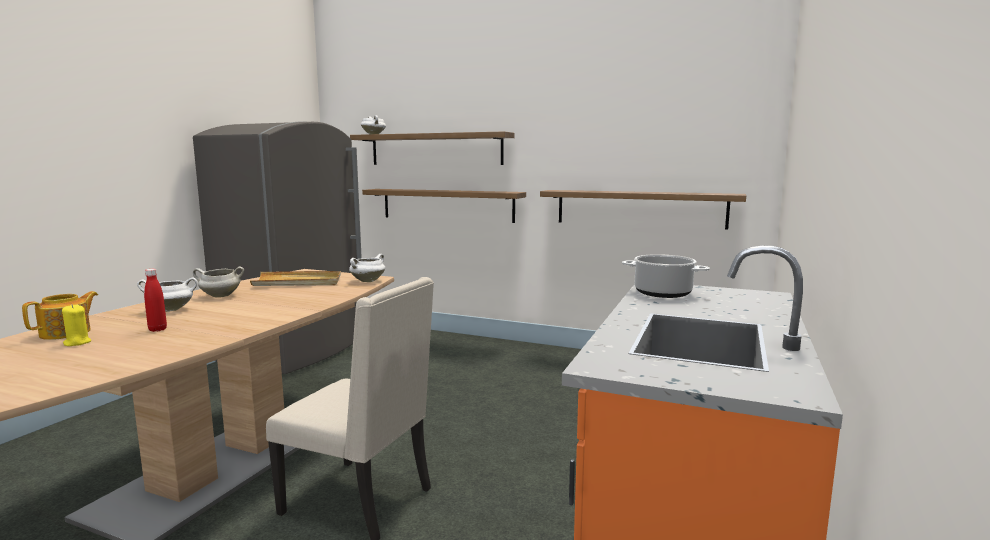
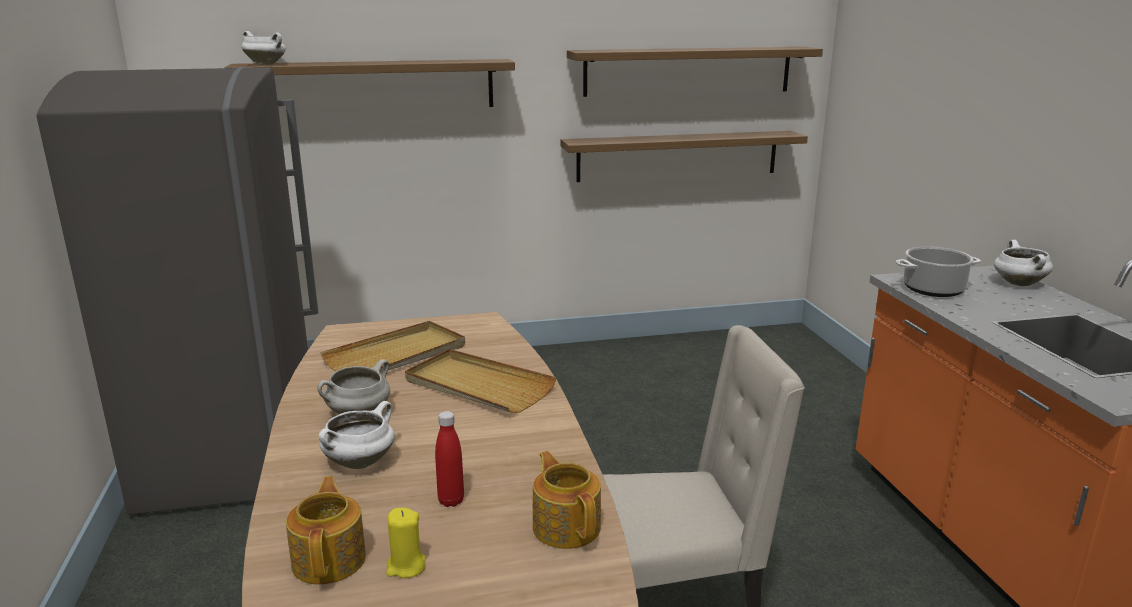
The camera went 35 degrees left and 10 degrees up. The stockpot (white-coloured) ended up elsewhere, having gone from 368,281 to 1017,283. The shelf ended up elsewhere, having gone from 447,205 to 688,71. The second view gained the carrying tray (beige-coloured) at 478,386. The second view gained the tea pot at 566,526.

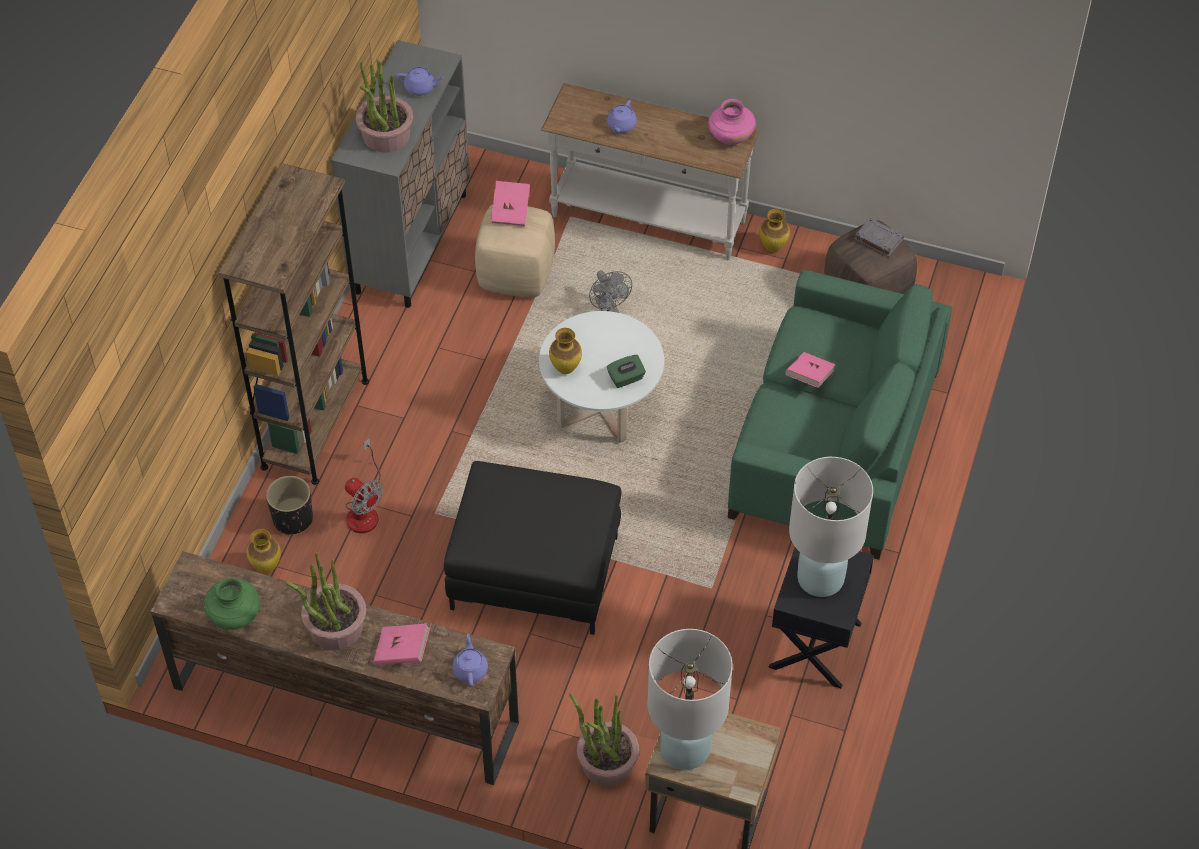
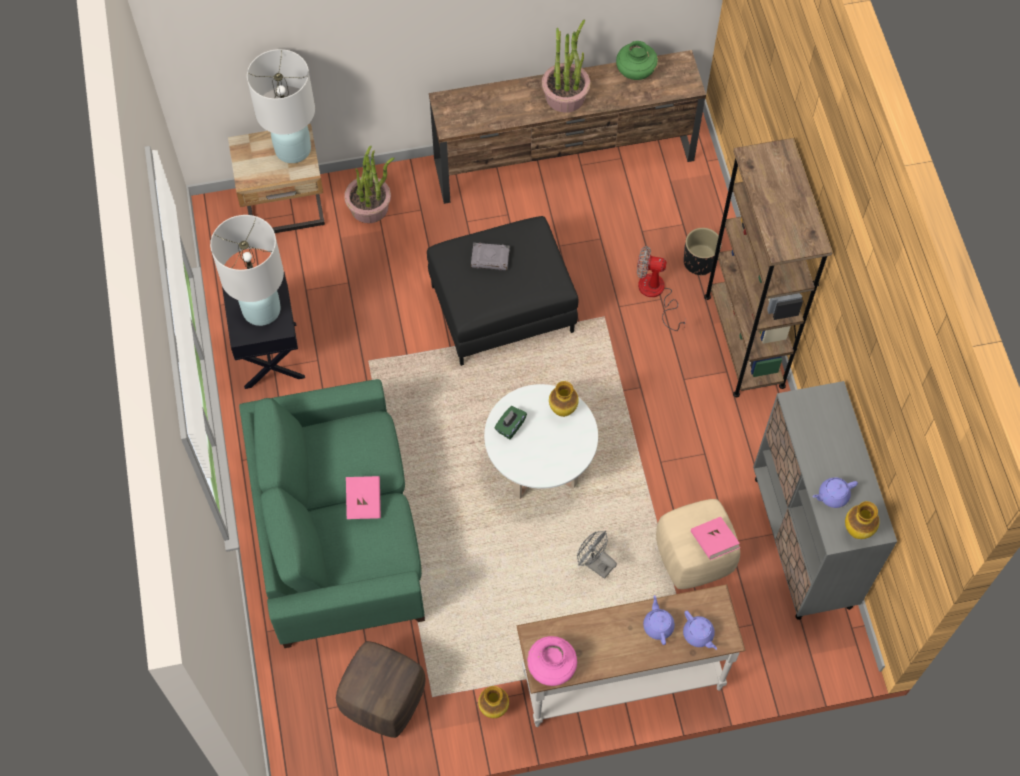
The camera went 150 degrees right and 10 degrees up. The decorative vase ended up elsewhere, having gone from 266,567 to 857,530. The second view lost the houseplant at 386,135. The second view lost the volume (pinkish) at 402,652. The tea pot (purple-coloured) ended up elsewhere, having gone from 470,669 to 698,635. The volume (greyish) ended up elsewhere, having gone from 878,239 to 490,258.

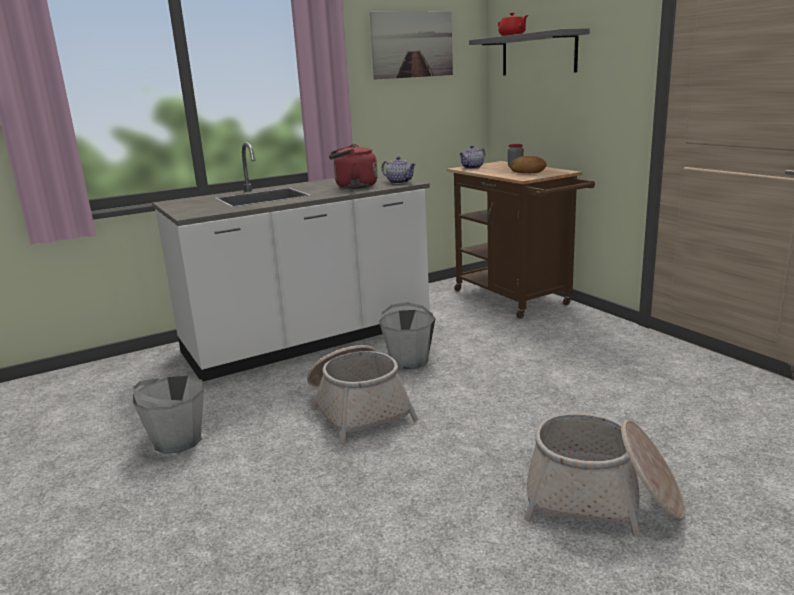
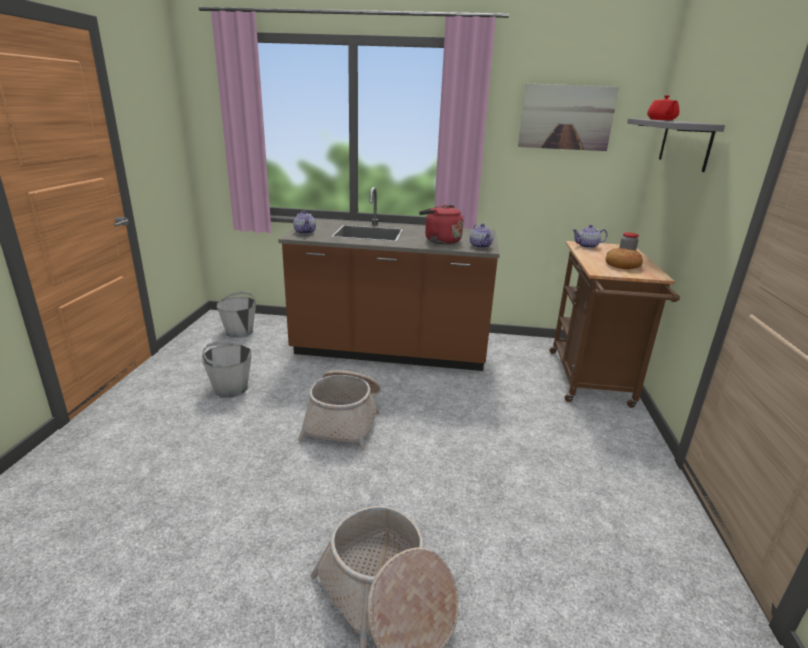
The camera went 35 degrees right and 5 degrees up. What was the counter (white-coloured) at 308,340 turned into the counter (brown-coloured) at 390,350. The bucket (greyish) ended up elsewhere, having gone from 409,361 to 240,332. The second view gained the tea pot at 305,232.

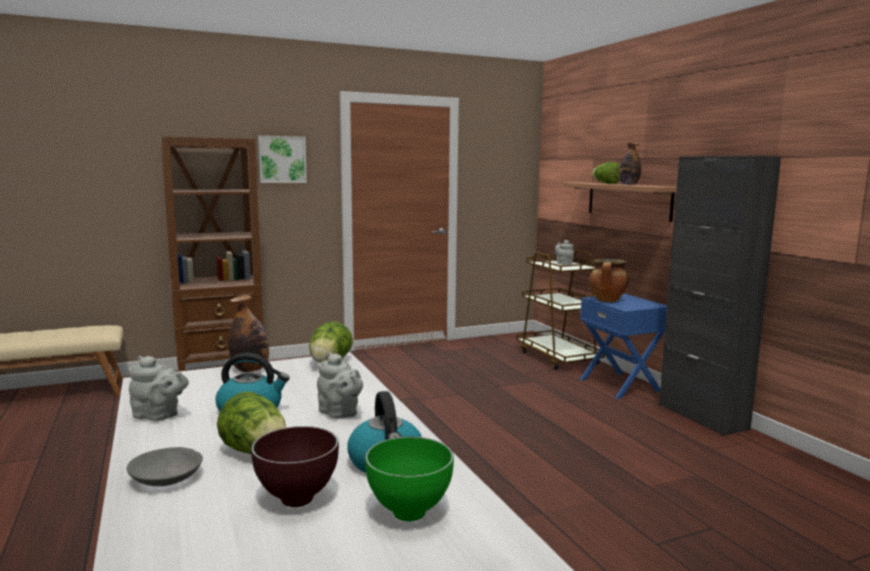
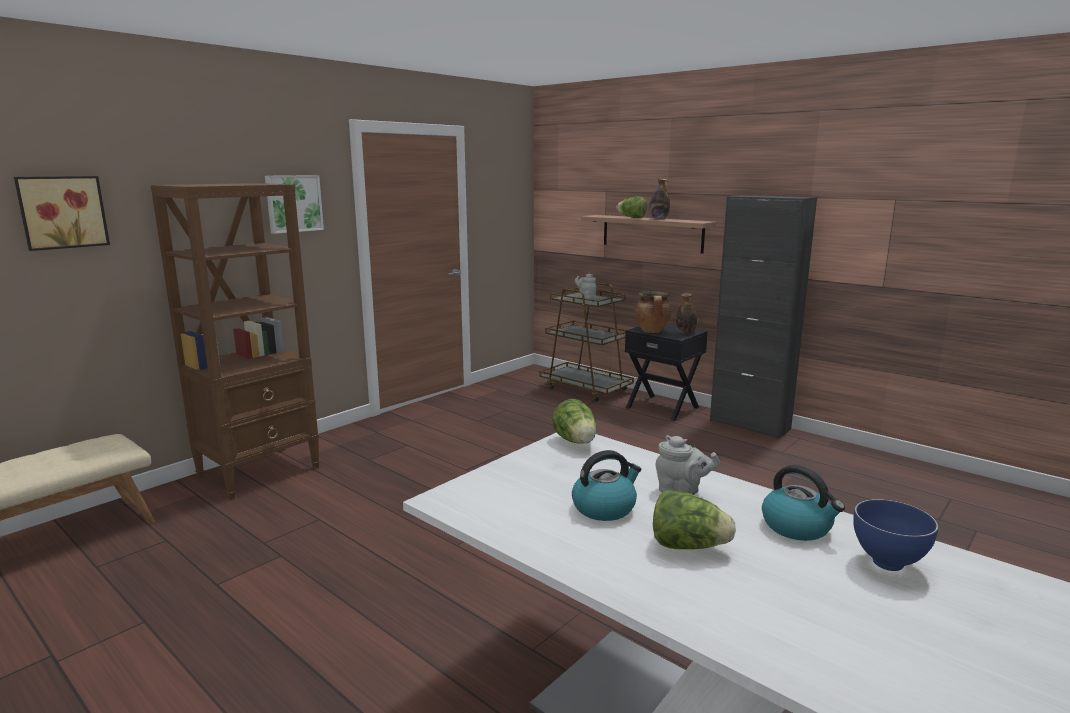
The camera went 25 degrees left and 5 degrees up. The second view lost the deep dish (greyish) at 167,478. The second view lost the tea pot (greyish) at 159,416. The beverage bottle ended up elsewhere, having gone from 250,370 to 686,333. The second view lost the deep dish (brown-coloured) at 298,499. What was the deep dish (greenish) at 407,513 turned into the deep dish (blue) at 885,564. What was the night table (blue) at 620,385 turned into the night table (black-coloured) at 662,407. The second view gained the wall picture at 62,212.

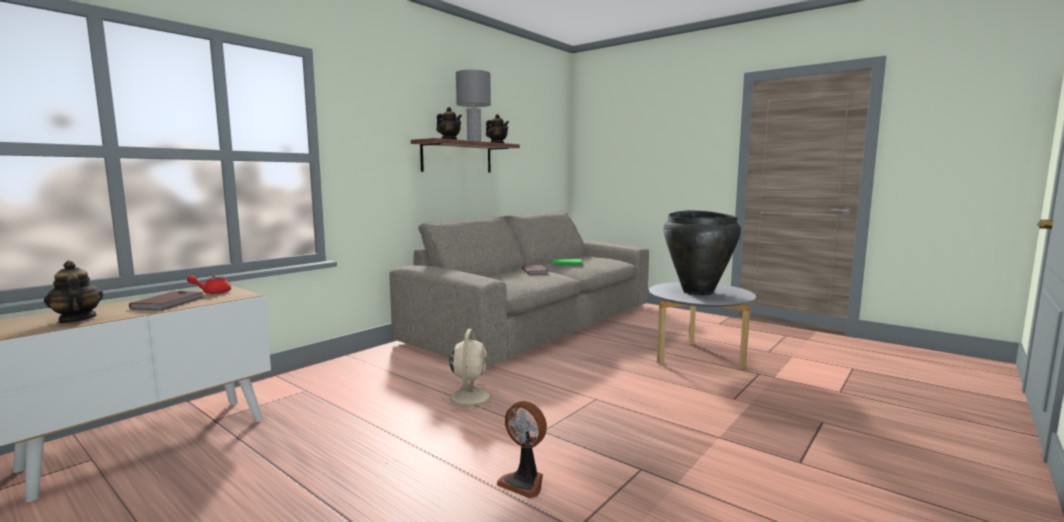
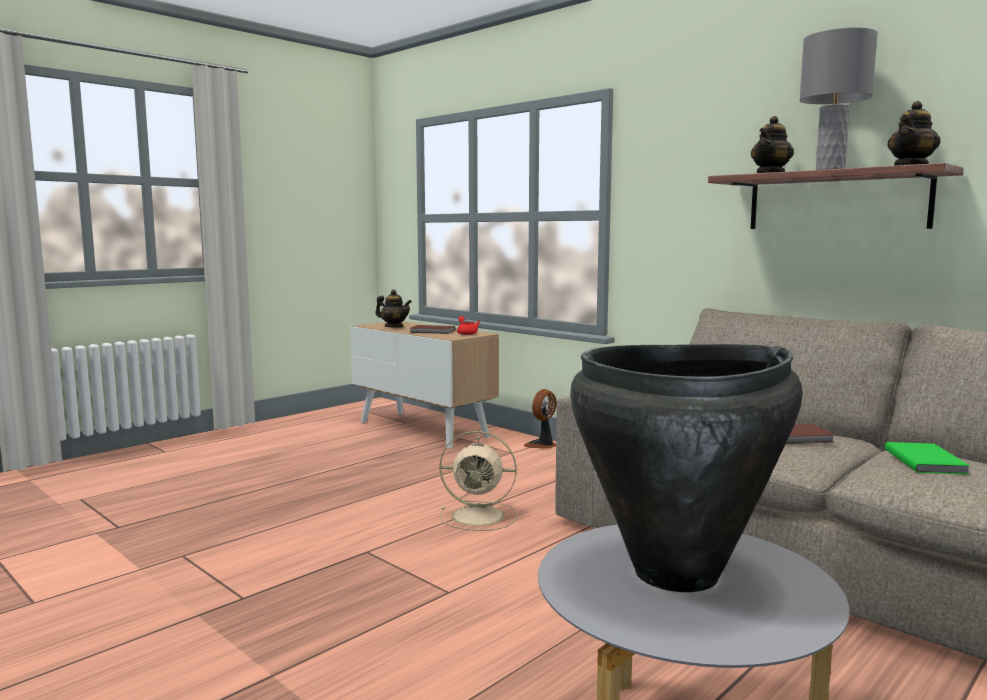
The camera went 95 degrees right and 0 degrees up. The tea pot at 77,319 ended up facing another way, 60 degrees clockwise from before. The fan ended up elsewhere, having gone from 524,482 to 542,445.

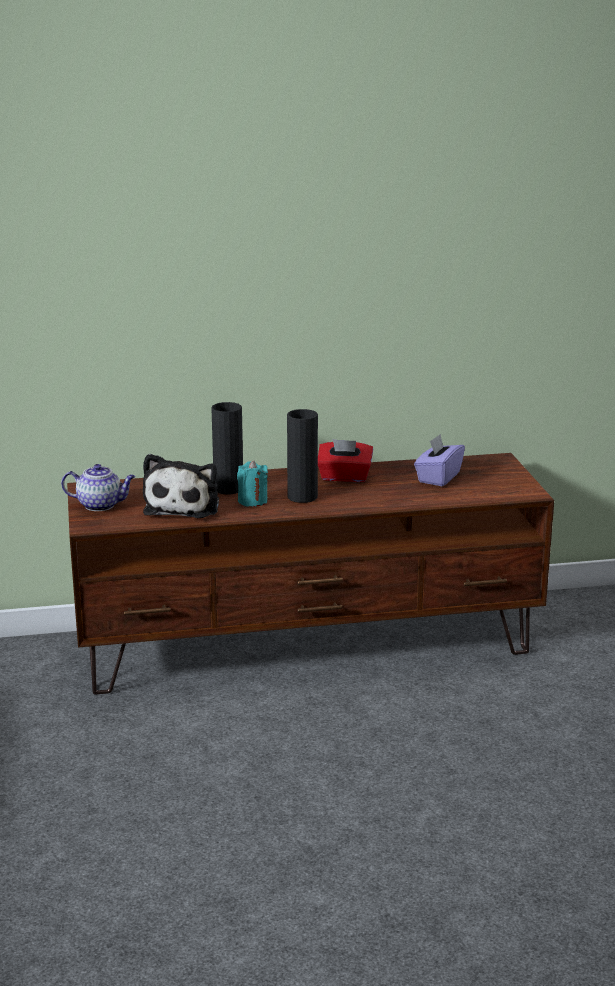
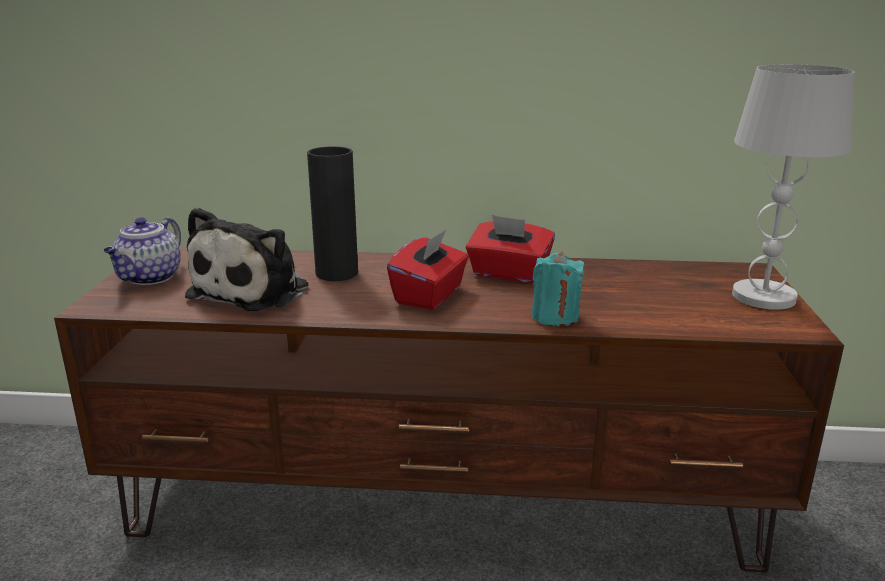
The camera went 15 degrees right and 0 degrees up. The tea pot at 101,505 ended up facing another way, 90 degrees clockwise from before. The candle (turquoise-coloured) ended up elsewhere, having gone from 252,501 to 555,317. Where the decorative vase (black-coloured) stood at 302,497, the box of tissues (red) came to stand at 430,295. The second view lost the box of tissues (purple-coloured) at 438,477. The second view gained the table lamp (white-coloured) at 763,297.

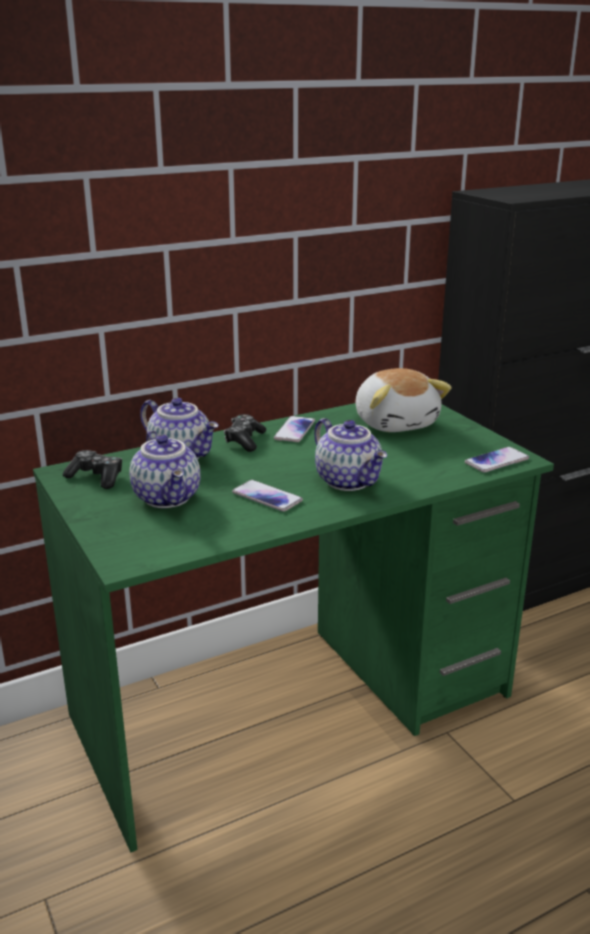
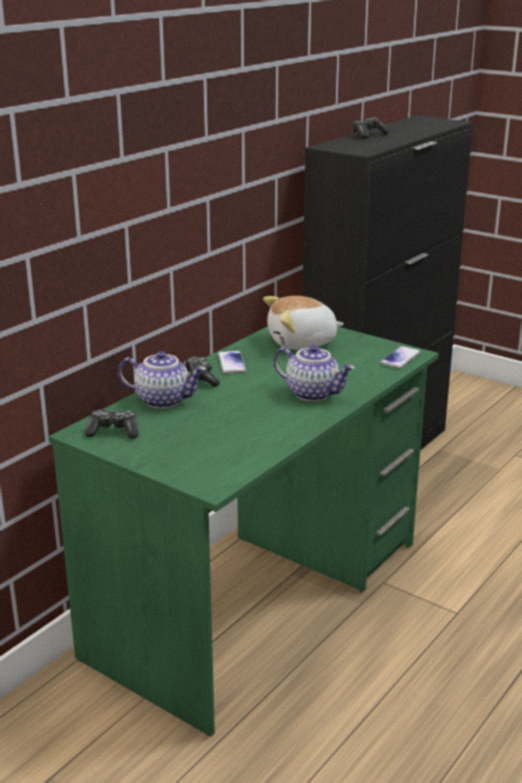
The camera went 25 degrees left and 0 degrees up. The second view lost the tea pot at 169,498. The second view lost the handset at 267,497. The cuddly toy at 396,423 ended up facing another way, 120 degrees clockwise from before. The second view gained the gamepad at 368,135.

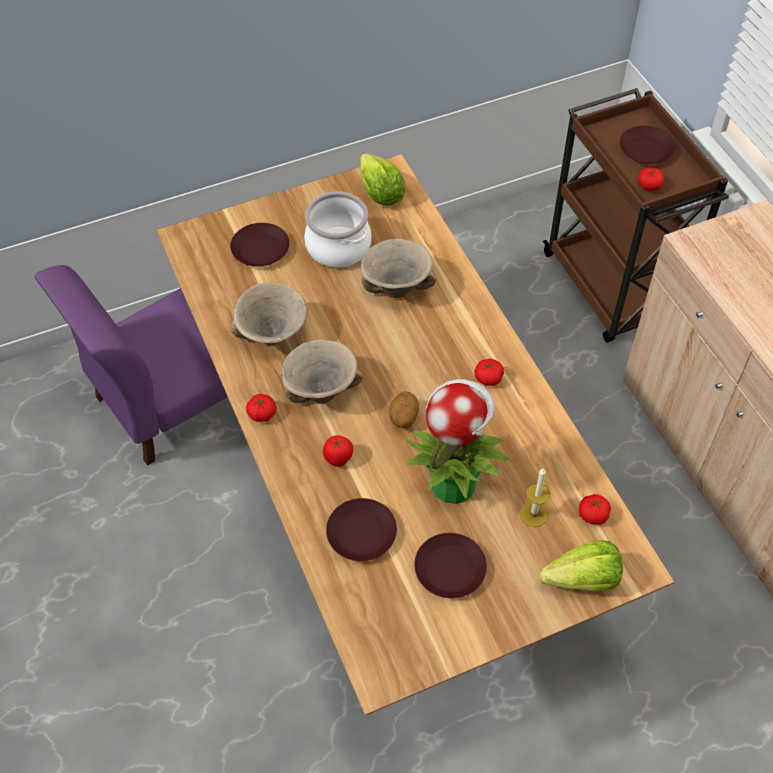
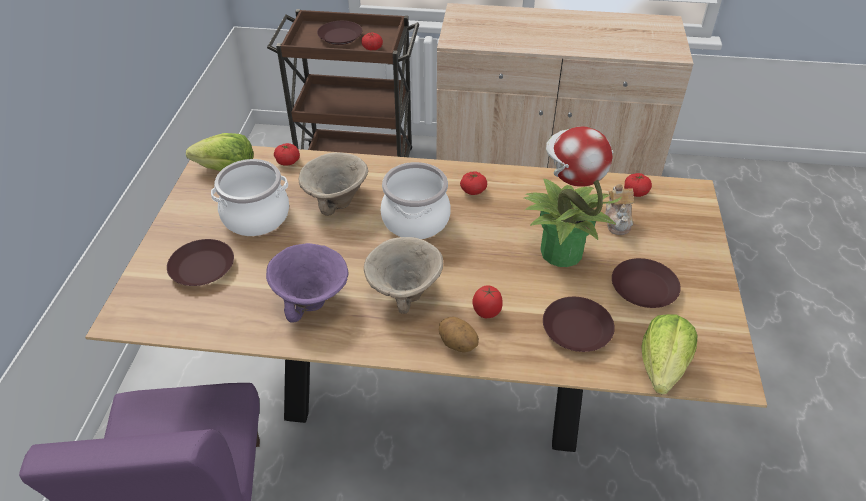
The camera went 60 degrees left and 10 degrees down. What was the deep dish (beige-coloured) at 273,336 turned into the deep dish (purple-coloured) at 313,300. The tomato ended up elsewhere, having gone from 262,414 to 288,161. The spud ended up elsewhere, having gone from 403,418 to 457,345. Where the candle stood at 533,514, the tea pot came to stand at 617,221. The head of lettuce ended up elsewhere, having gone from 583,580 to 662,367. The second view gained the stockpot at 415,220.

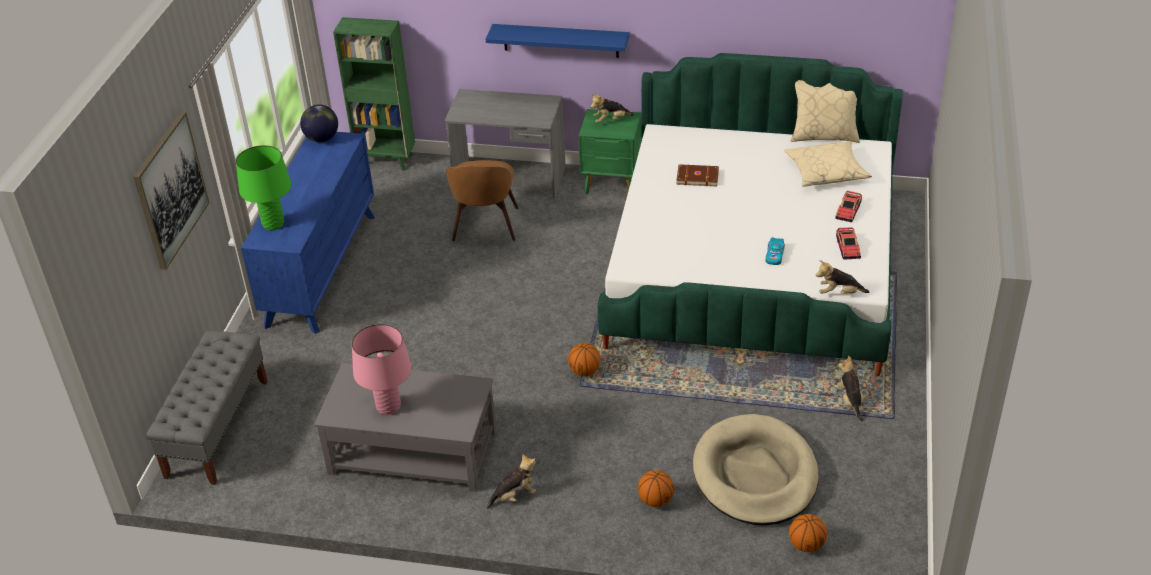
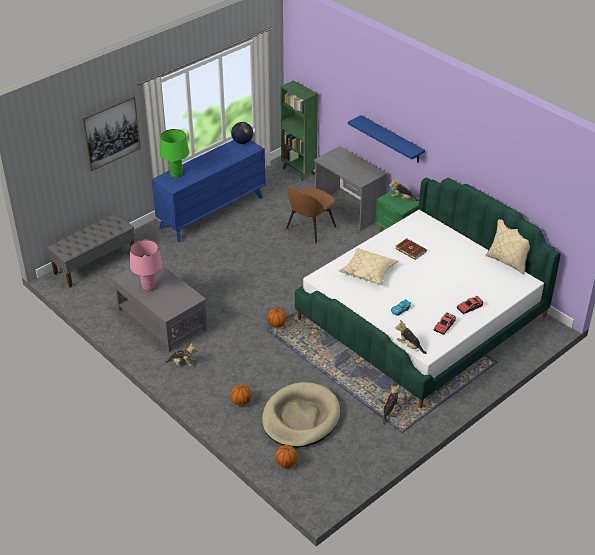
The camera went 35 degrees right and 0 degrees up. The cushion (beige-coloured) ended up elsewhere, having gone from 826,172 to 368,271.

